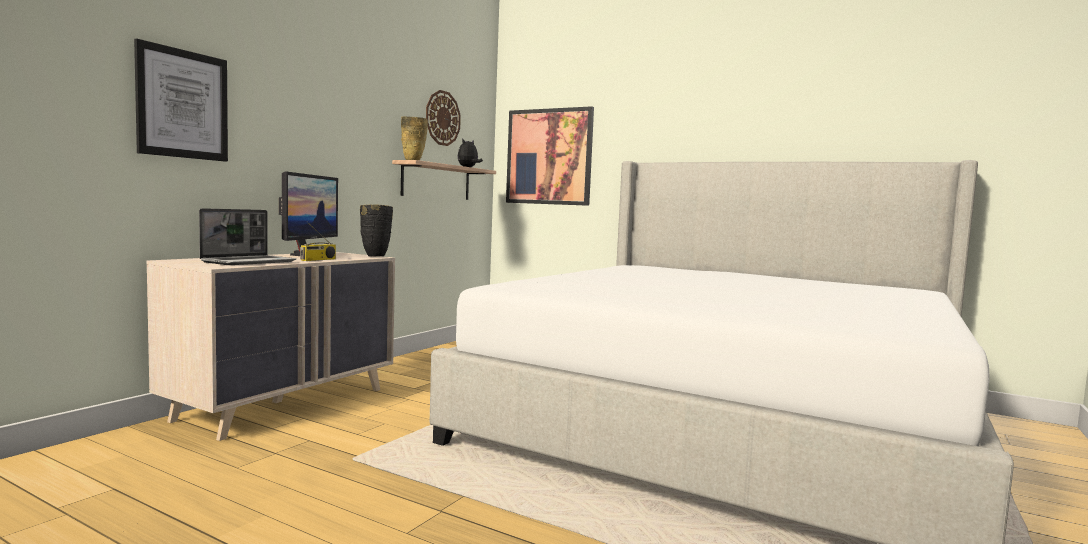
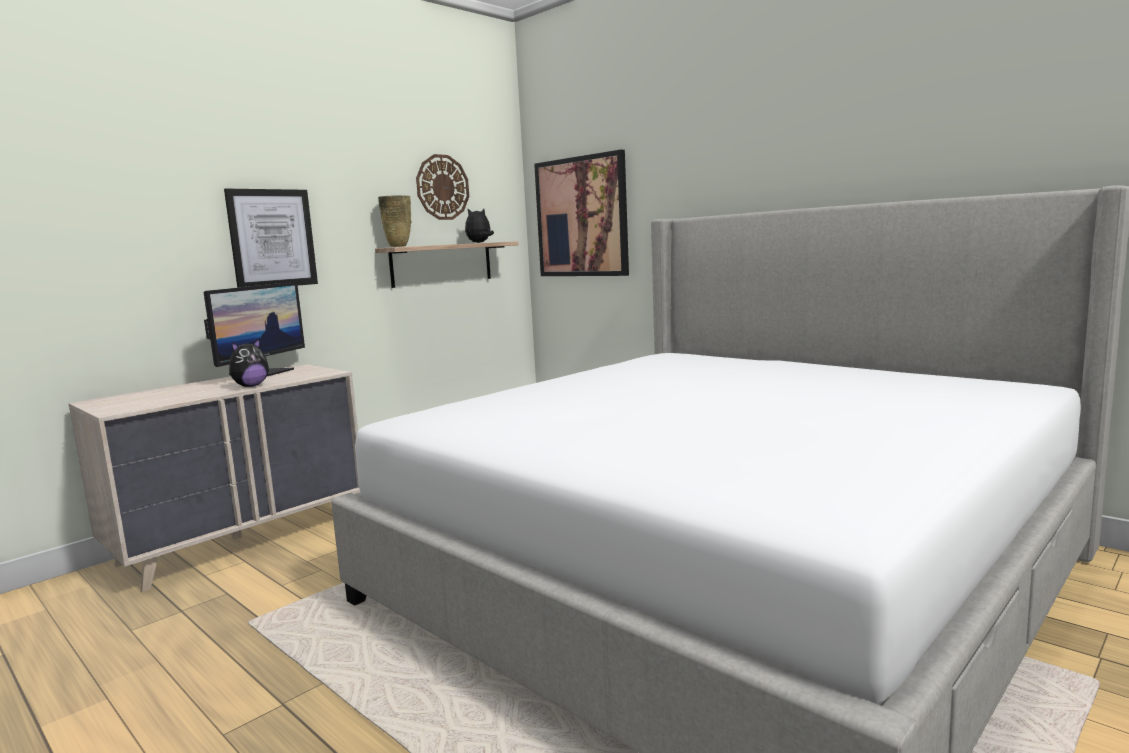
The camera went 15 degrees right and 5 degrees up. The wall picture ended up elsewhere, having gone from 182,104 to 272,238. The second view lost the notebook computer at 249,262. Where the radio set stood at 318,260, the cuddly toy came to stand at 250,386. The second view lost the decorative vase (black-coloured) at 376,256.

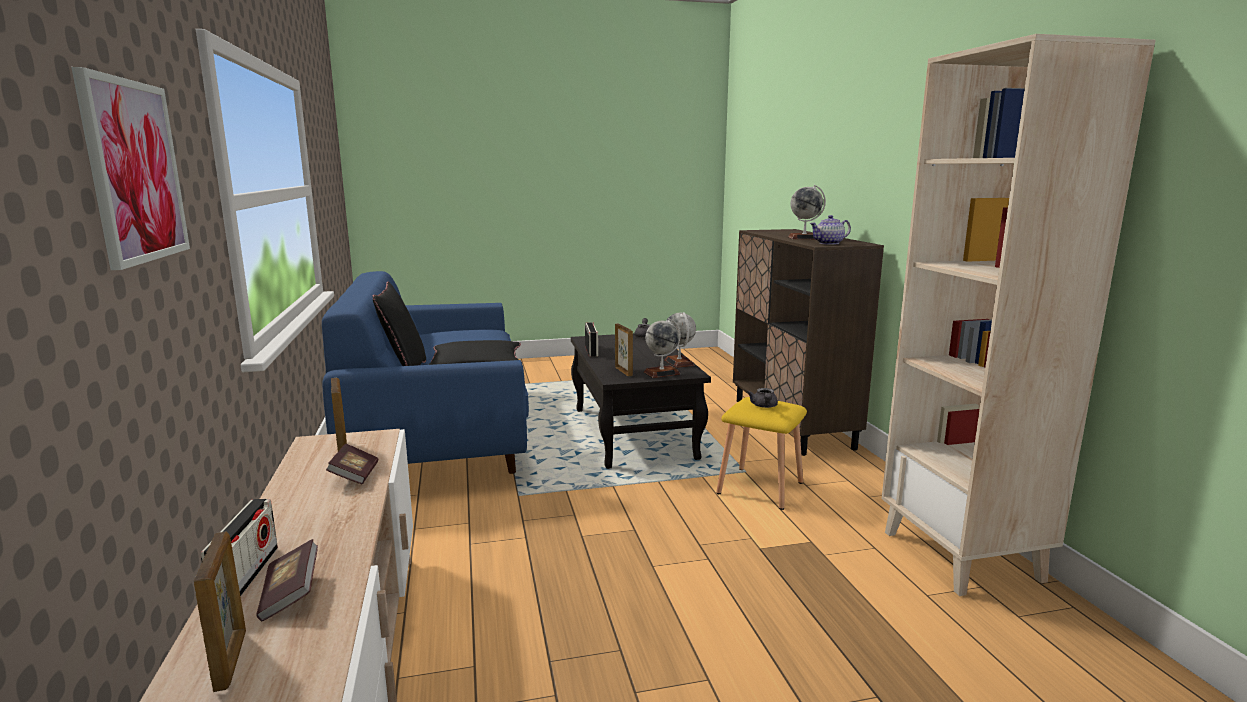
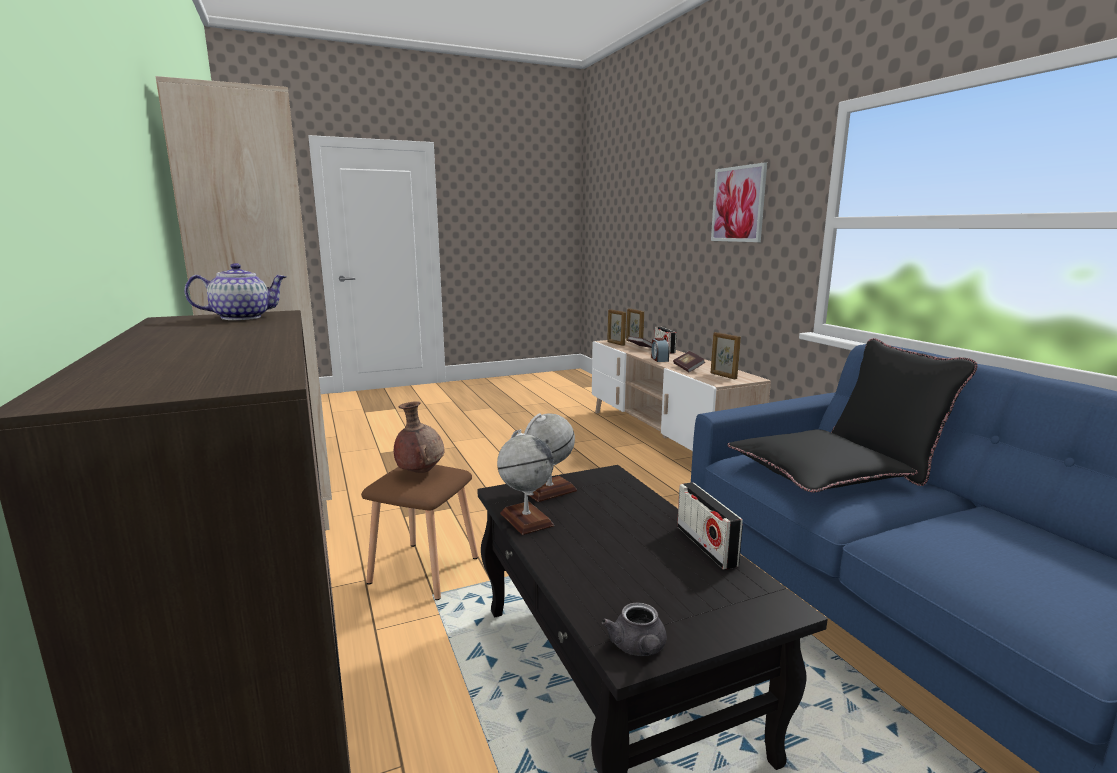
The camera went 170 degrees right and 0 degrees up. The photo frame ended up elsewhere, having gone from 624,371 to 615,343. What was the stool (yellow-coloured) at 761,488 turned into the stool (brown-coloured) at 422,570. Where the tea pot (greyish) stood at 764,406, the decorative vase (brown-coloured) came to stand at 420,472. The second view lost the world globe at 804,238. The second view gained the alarm clock at 659,359.

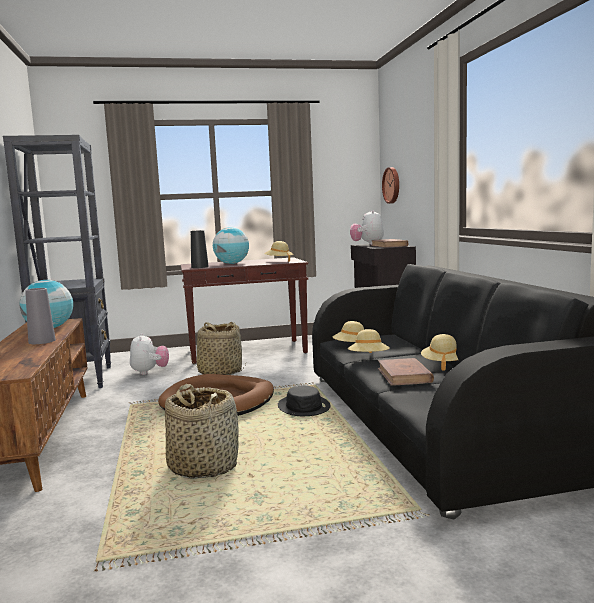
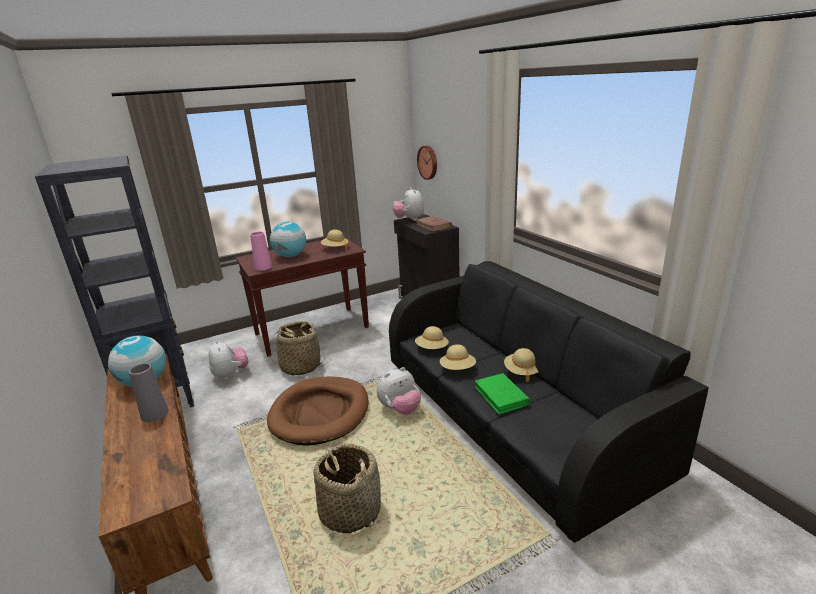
The camera went 15 degrees left and 15 degrees up. What was the decorative vase (black-coloured) at 199,267 turned into the decorative vase (pinkish) at 263,267. Where the hat (black-coloured) stood at 304,407, the cuddly toy came to stand at 400,409. What was the volume (brown-coloured) at 404,375 turned into the volume (greenish) at 501,396.

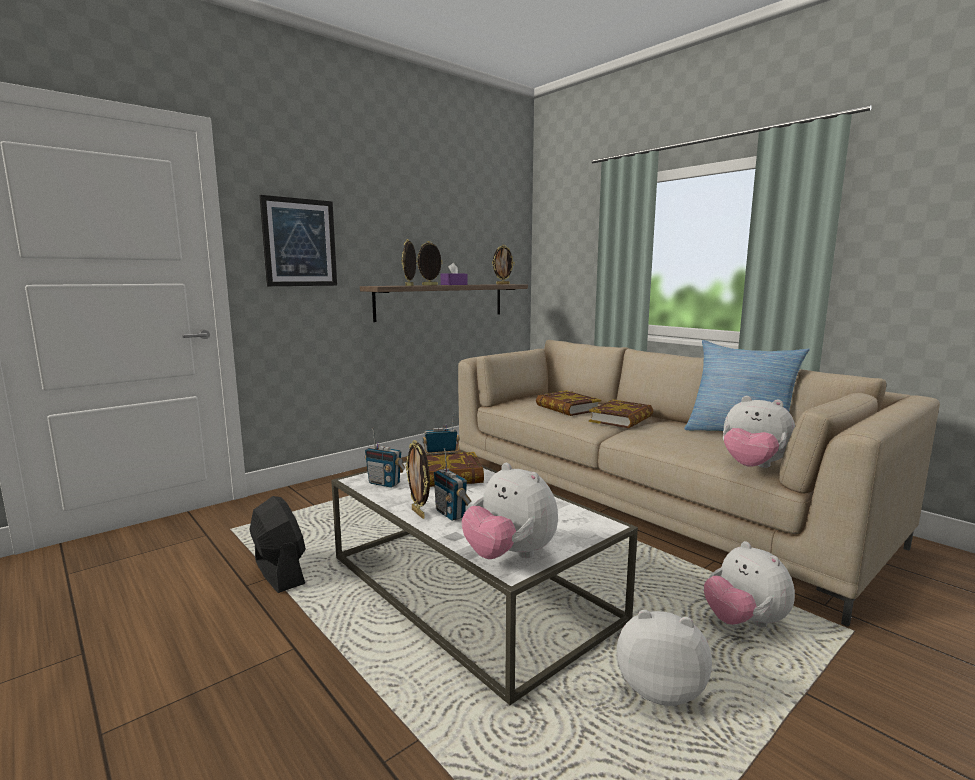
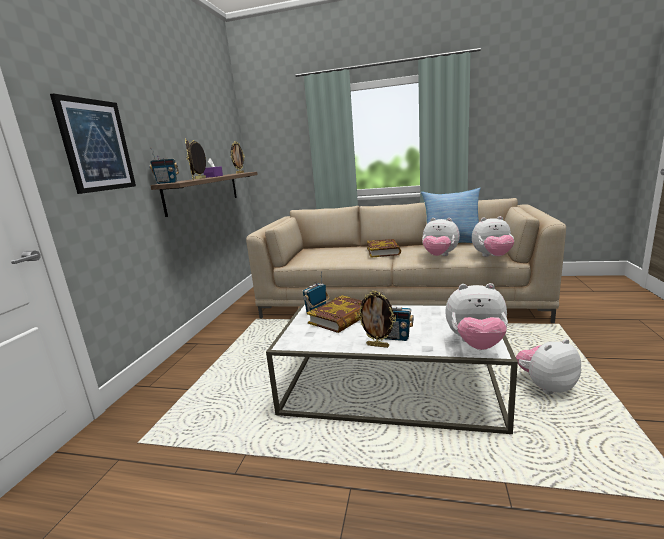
The camera went 35 degrees left and 5 degrees up. The second view lost the fan (black-coloured) at 279,572. The radio set ended up elsewhere, having gone from 384,483 to 167,183. The second view lost the volume at 567,408. The cuddly toy ended up elsewhere, having gone from 744,622 to 439,256.

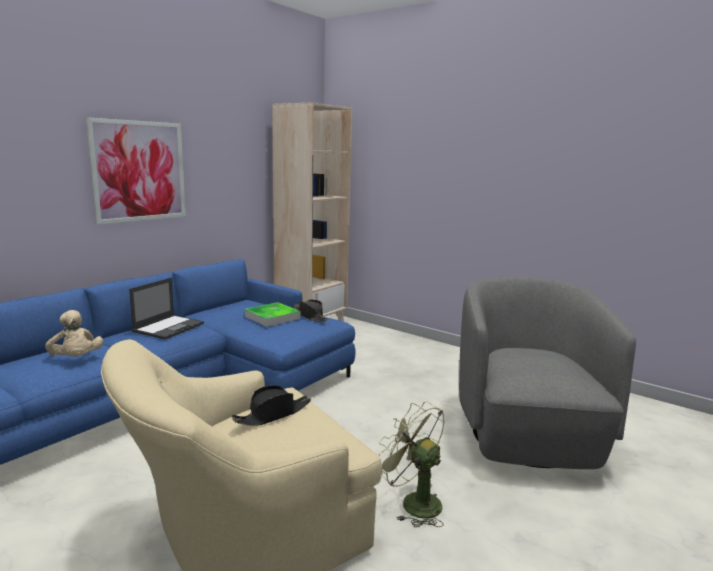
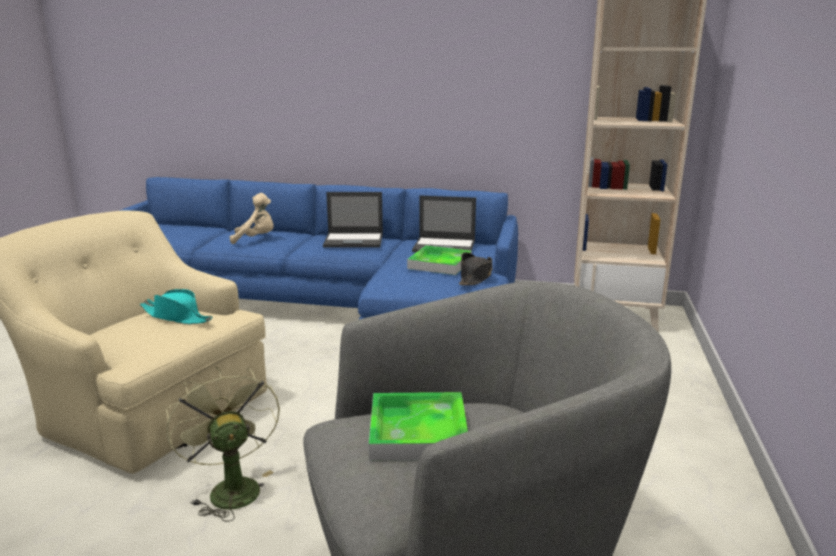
The camera went 65 degrees right and 5 degrees up. The cuddly toy (beige-coloured) at 76,359 ended up facing another way, 120 degrees counterclockwise from before. The second view lost the wall picture at 139,171. What was the hat (black-coloured) at 273,414 turned into the hat (turquoise-coloured) at 177,317. The fan (greenish) at 413,502 ended up facing another way, 45 degrees counterclockwise from before. The second view gained the carrying tray at 418,432. The second view gained the notebook computer at 445,246.

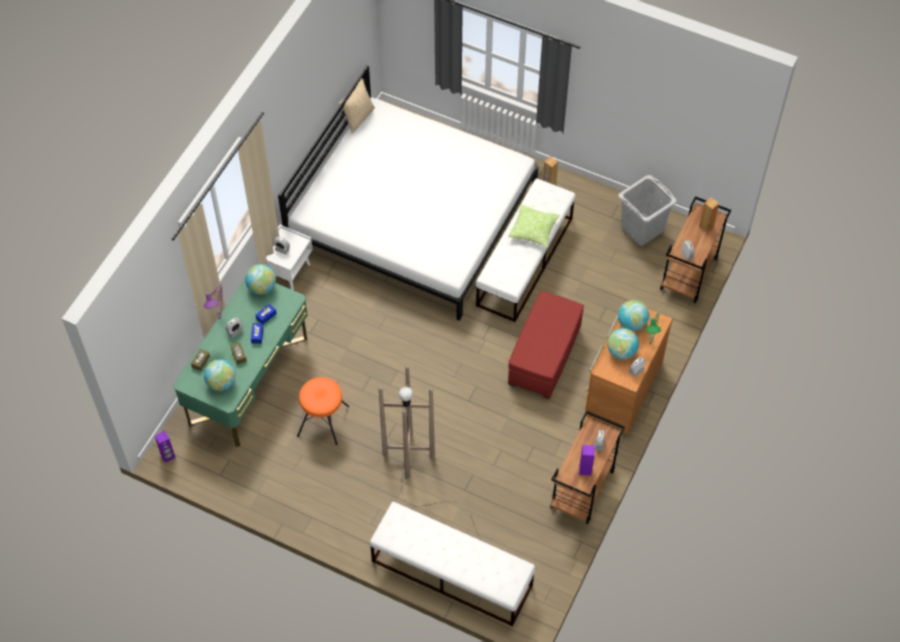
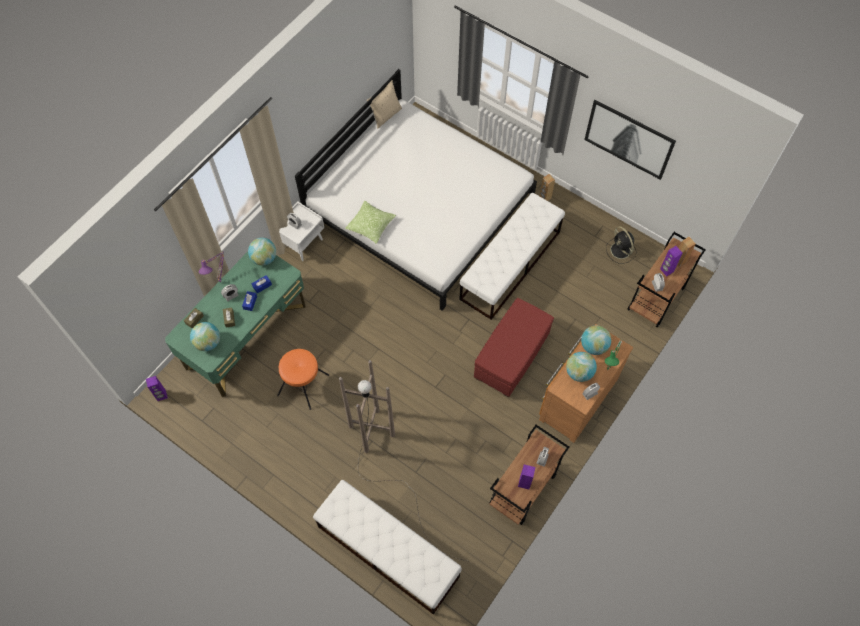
The camera went 10 degrees right and 5 degrees up. The cushion ended up elsewhere, having gone from 533,230 to 371,225. Where the washing basket (greyish) stood at 642,229, the fan (black-coloured) came to stand at 621,251. The second view gained the wall picture at 629,138. The second view gained the speaker (purple-coloured) at 666,270.

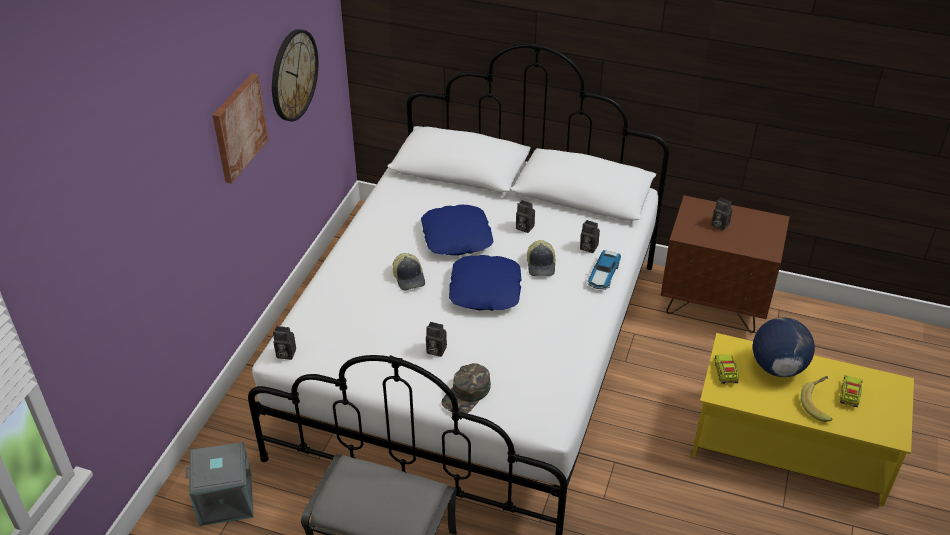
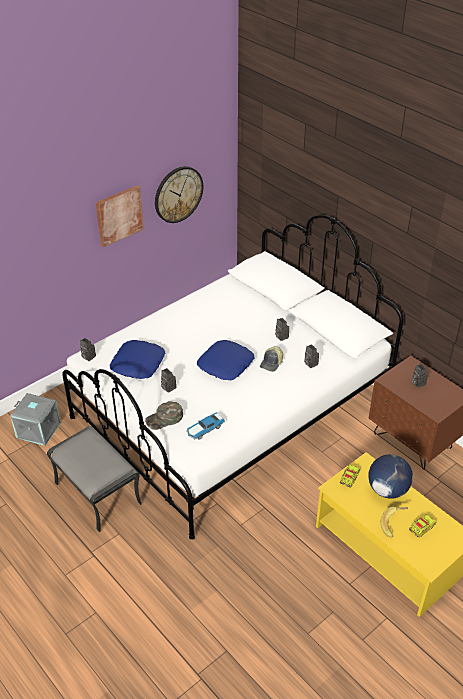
The camera went 30 degrees right and 0 degrees up. The second view lost the peaked cap at 409,277. The cushion (blue) ended up elsewhere, having gone from 457,237 to 138,364. The miniature car ended up elsewhere, having gone from 603,275 to 204,429.

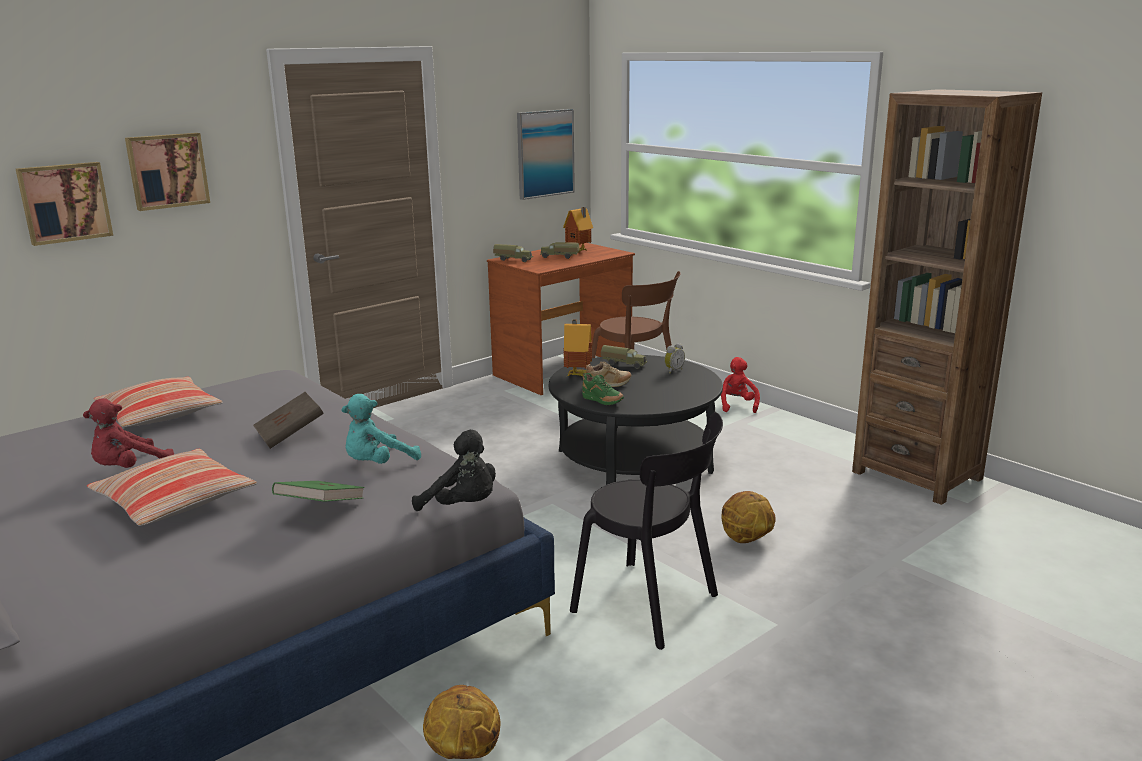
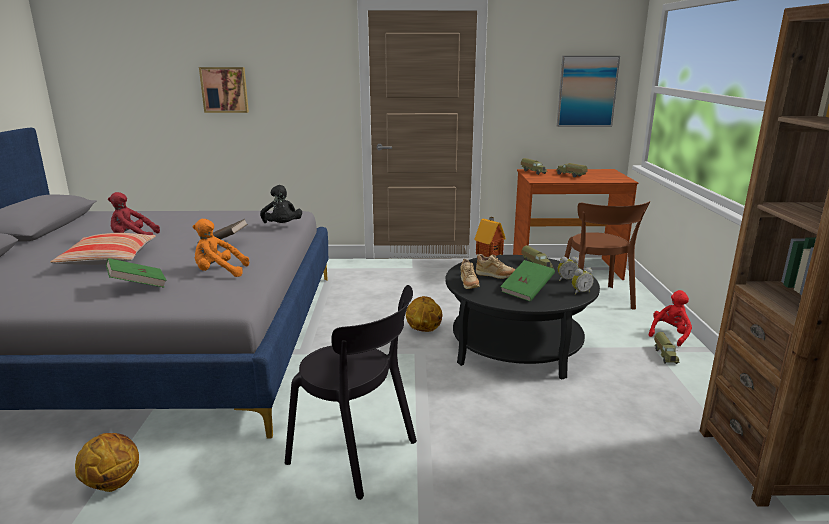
The camera went 40 degrees right and 0 degrees up. The second view lost the cushion at 160,414. The second view lost the wall picture at 167,171. What was the cuddly toy (turquoise-coloured) at 378,464 turned into the cuddly toy (orange-coloured) at 219,272. The cuddly toy (black-coloured) ended up elsewhere, having gone from 462,506 to 282,226. The second view lost the model house at 579,252. The upright chair (black-coloured) at 650,605 ended up facing another way, 45 degrees counterclockwise from before. What was the shoe (greenish) at 602,401 turned into the shoe (beige-coloured) at 468,285. The basketball ended up elsewhere, having gone from 745,540 to 423,330. The second view gained the volume (greenish) at 527,291. The second view gained the alarm clock at 580,292. The second view gained the toy truck at 665,355.

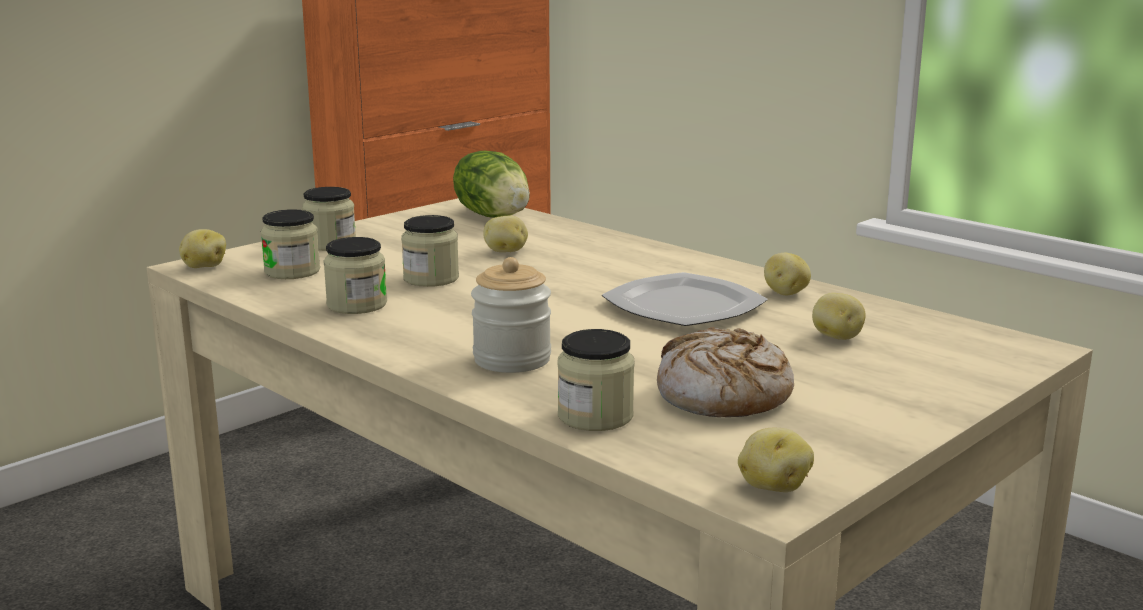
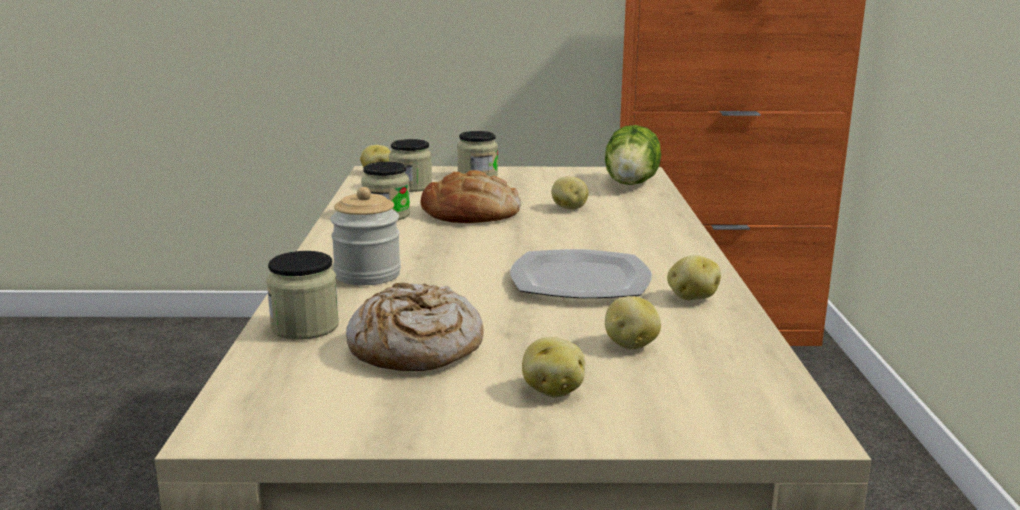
The camera went 45 degrees right and 0 degrees up. Where the storage jar stood at 431,278, the baked bread came to stand at 471,212. The spud ended up elsewhere, having gone from 772,486 to 553,390.

